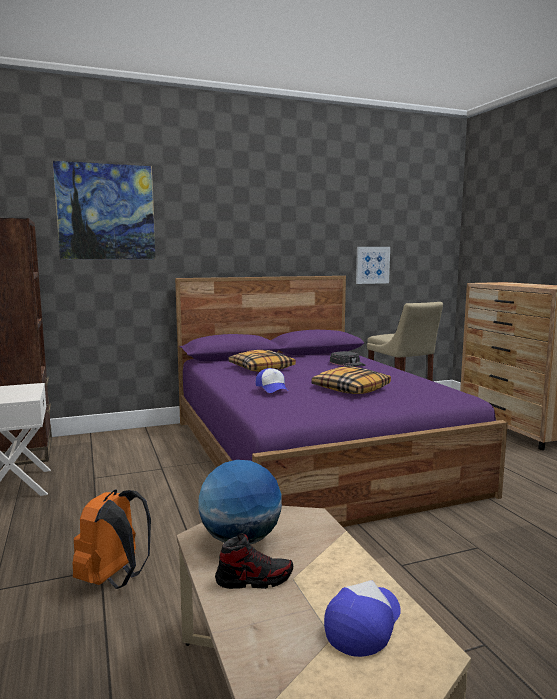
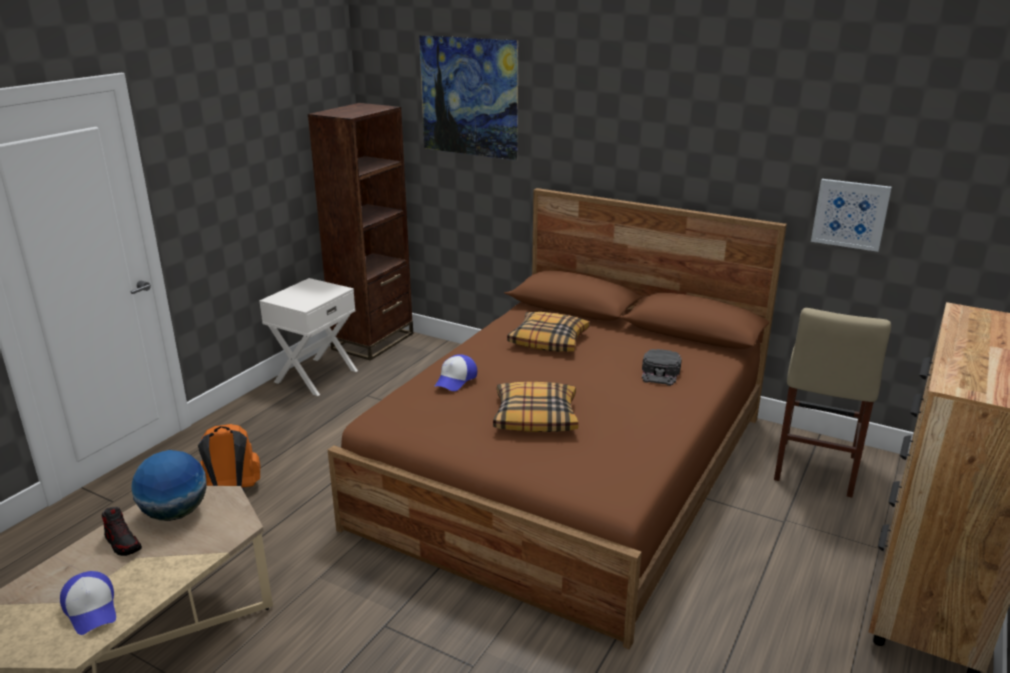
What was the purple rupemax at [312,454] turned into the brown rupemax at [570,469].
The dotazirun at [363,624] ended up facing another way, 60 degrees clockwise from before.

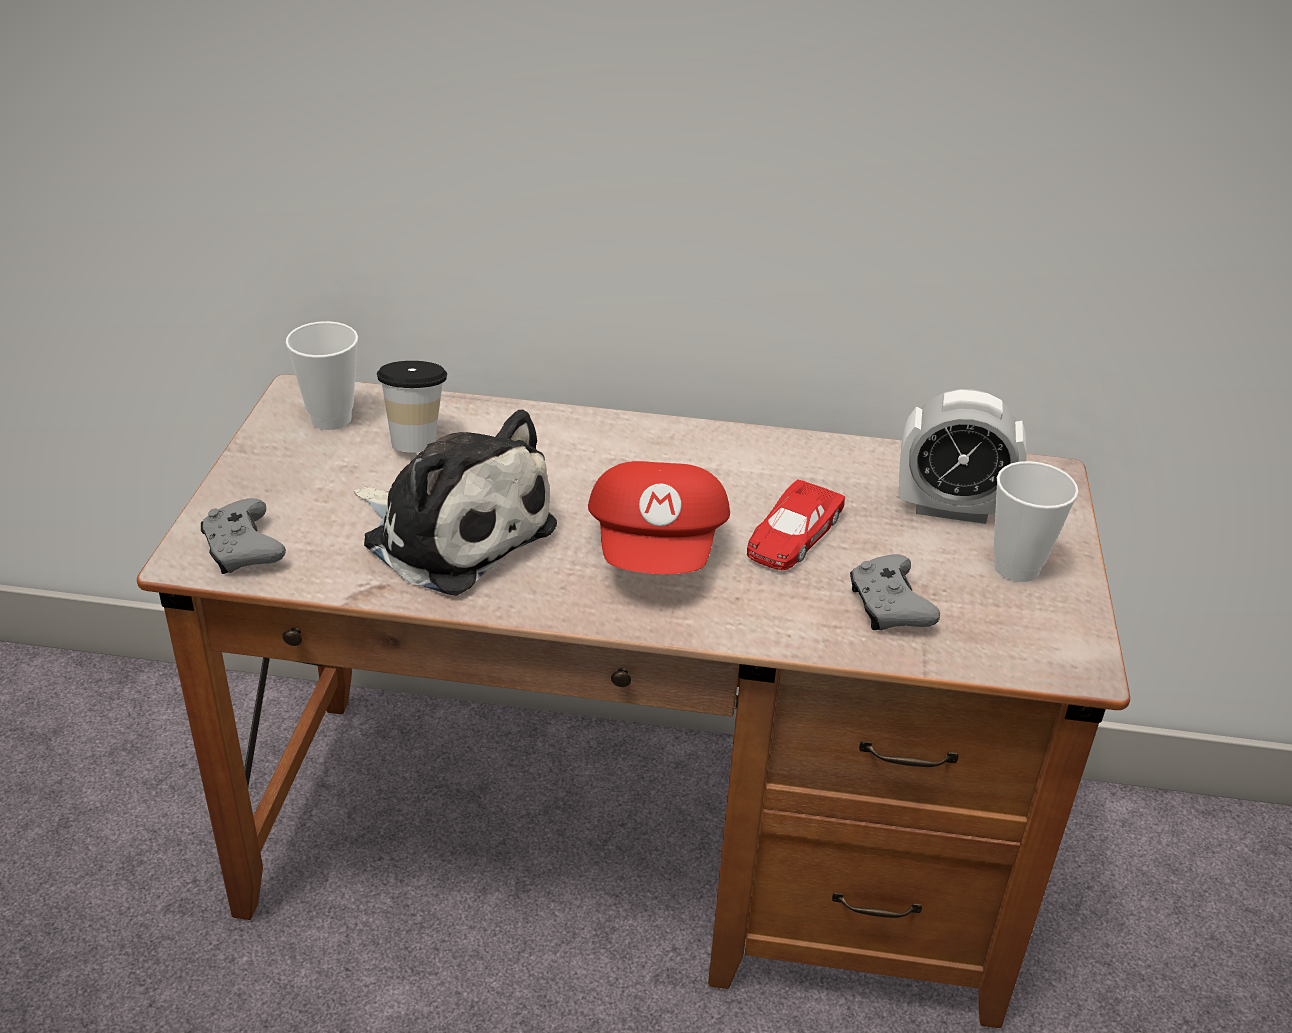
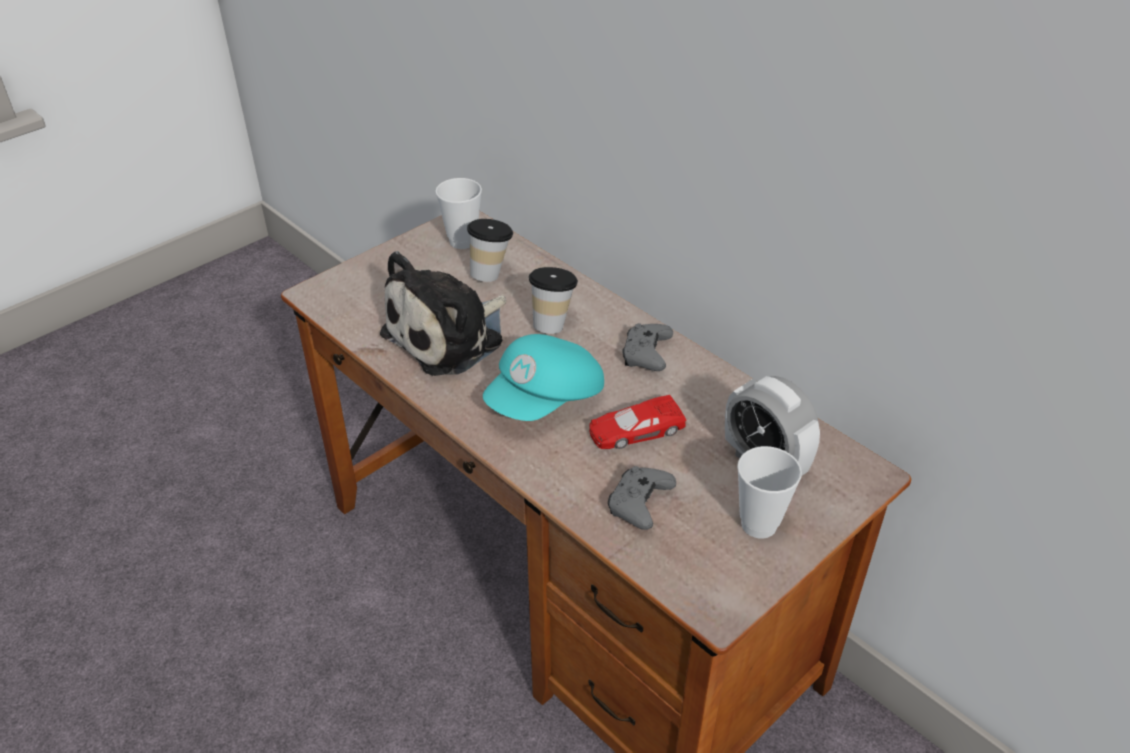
The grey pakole ended up elsewhere, having gone from [243,550] to [646,355].
The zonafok at [453,532] ended up facing another way, 60 degrees clockwise from before.
What was the red dotazirun at [659,550] turned into the turquoise dotazirun at [546,400].
The second view gained the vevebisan at [552,323].

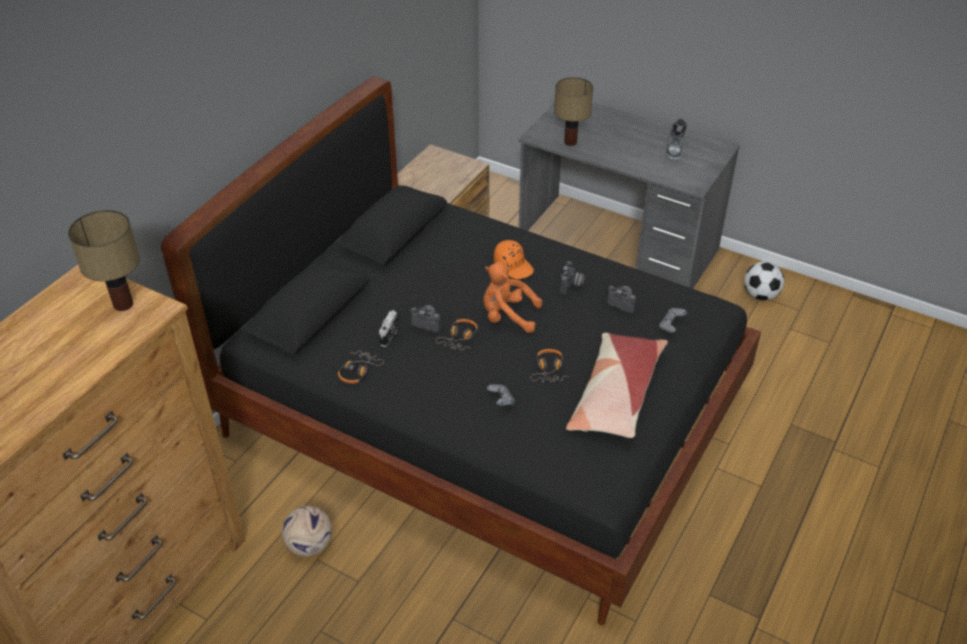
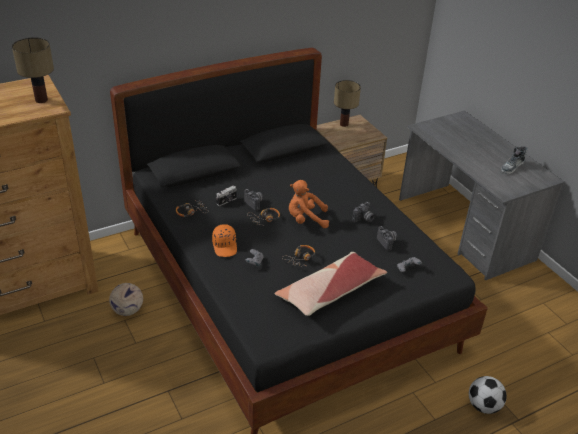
The orange zonafok at [507,316] ended up facing another way, 45 degrees counterclockwise from before.
The orange dotazirun ended up elsewhere, having gone from [513,266] to [225,246].
The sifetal ended up elsewhere, having gone from [570,142] to [344,124].
The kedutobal ended up elsewhere, having gone from [760,295] to [483,406].

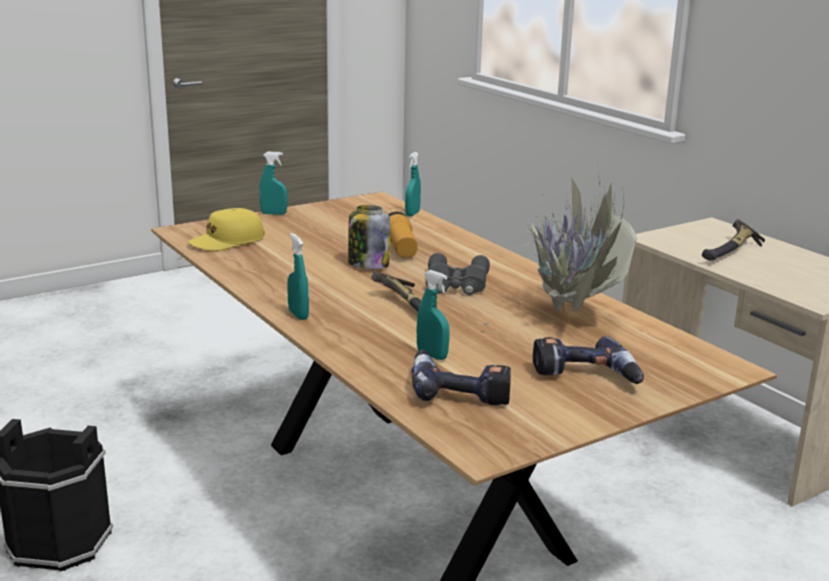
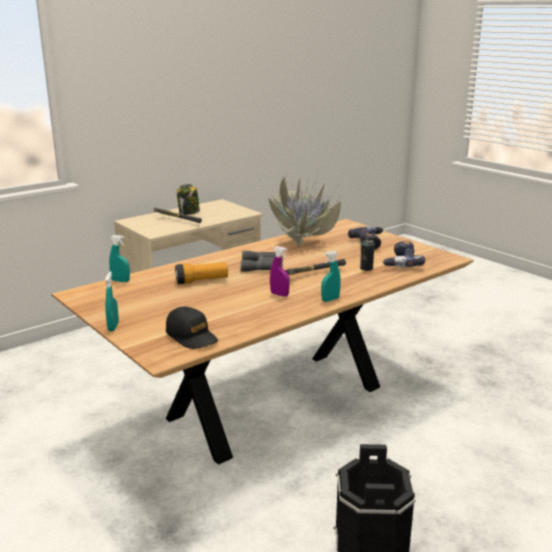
What was the yellow dotazirun at [227,242] turned into the black dotazirun at [191,336].
The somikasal ended up elsewhere, having gone from [368,264] to [189,212].
Where the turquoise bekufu stood at [432,355], the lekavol came to stand at [366,268].
The second view gained the purple bekufu at [279,294].

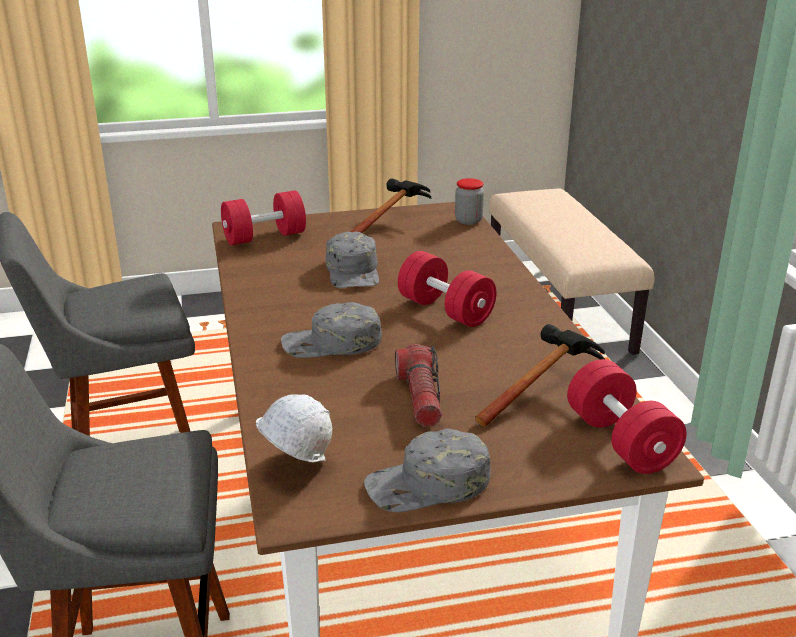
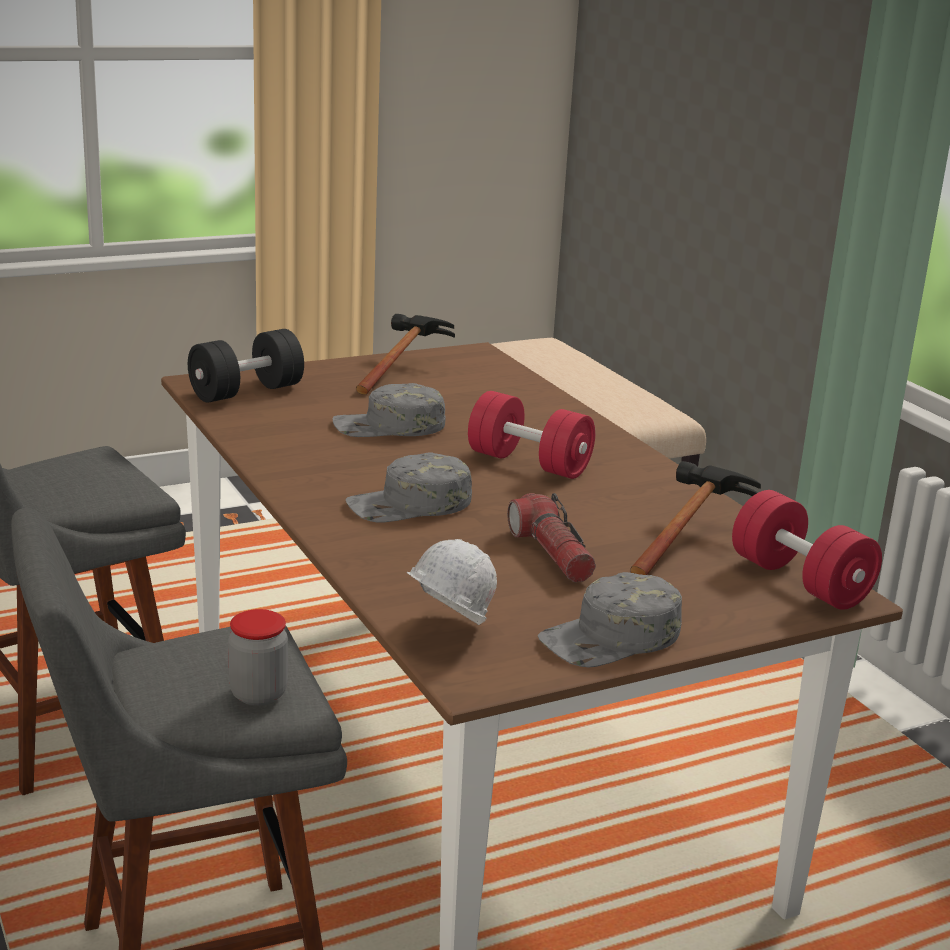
What was the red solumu at [264,237] turned into the black solumu at [246,392].
The grey dotazirun at [353,271] ended up facing another way, 105 degrees clockwise from before.
The somikasal ended up elsewhere, having gone from [468,220] to [258,694].

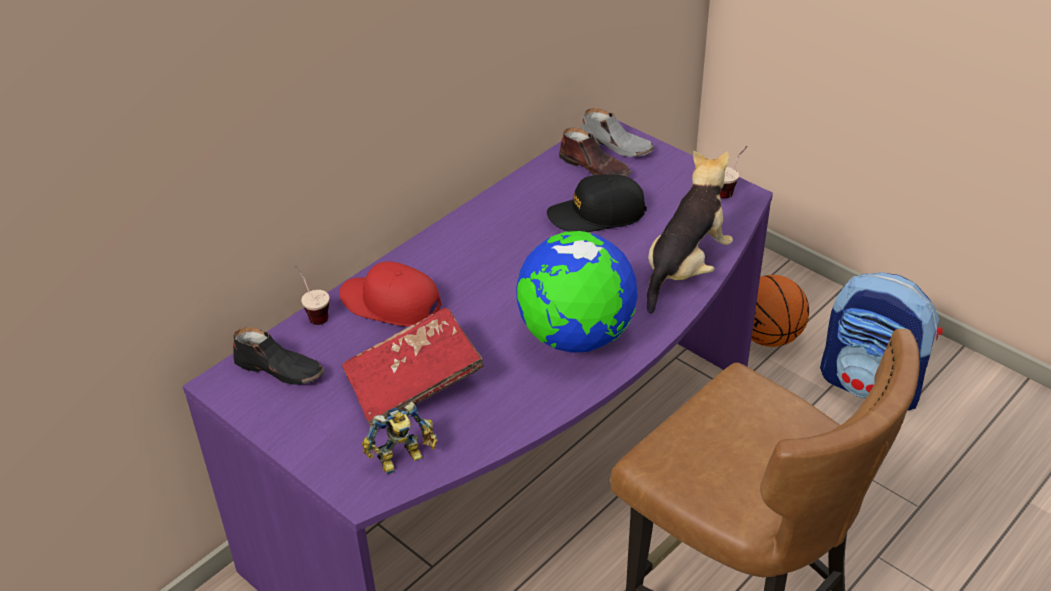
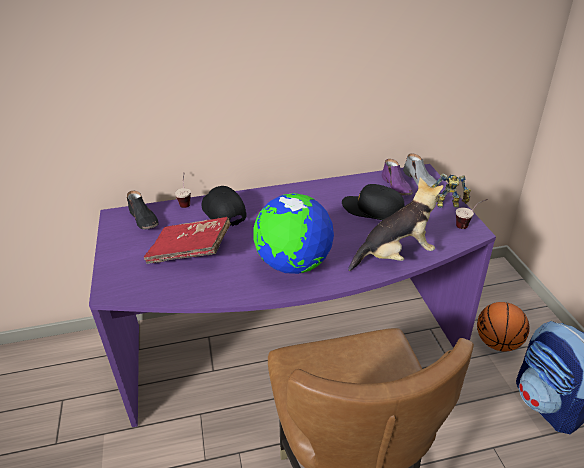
What was the red dotazirun at [391,304] turned into the black dotazirun at [223,211].
The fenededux ended up elsewhere, having gone from [403,460] to [448,205].
What was the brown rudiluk at [595,167] turned into the purple rudiluk at [397,187].

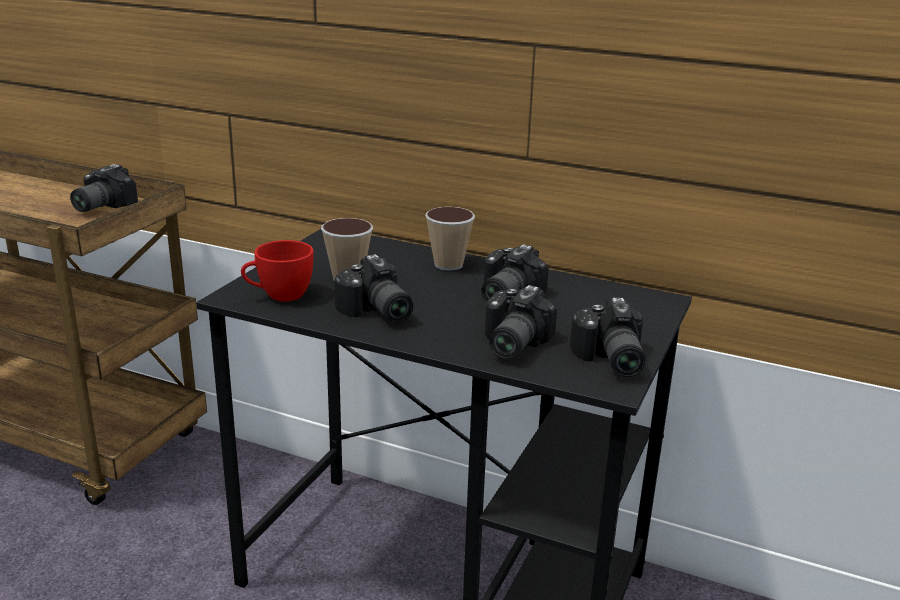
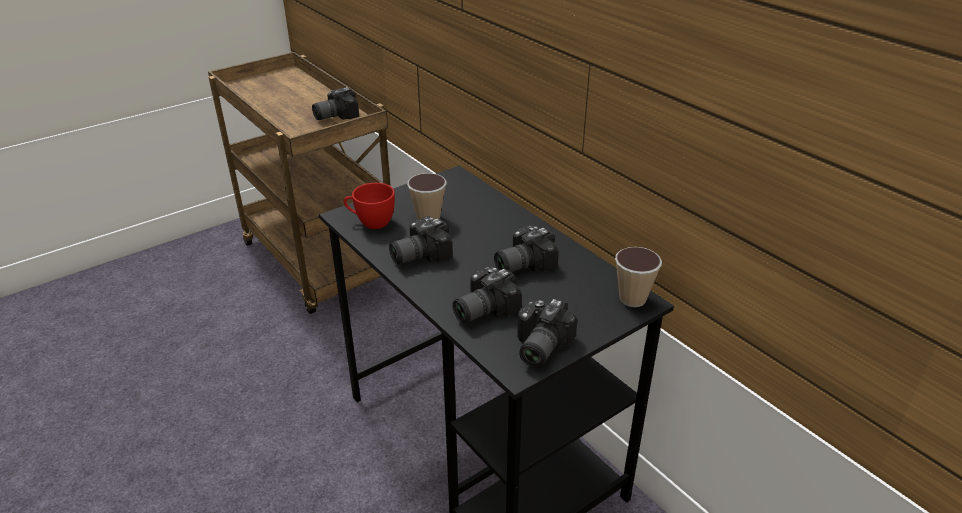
The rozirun at [375,313] ended up facing another way, 60 degrees clockwise from before.
The vevebisan ended up elsewhere, having gone from [448,265] to [632,299].

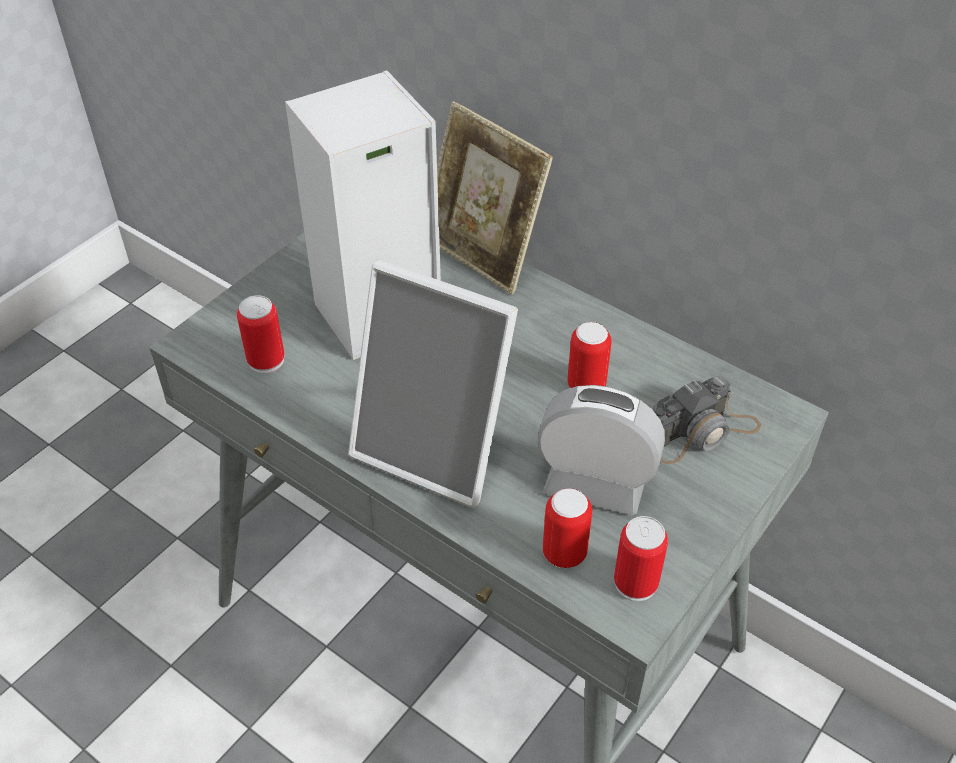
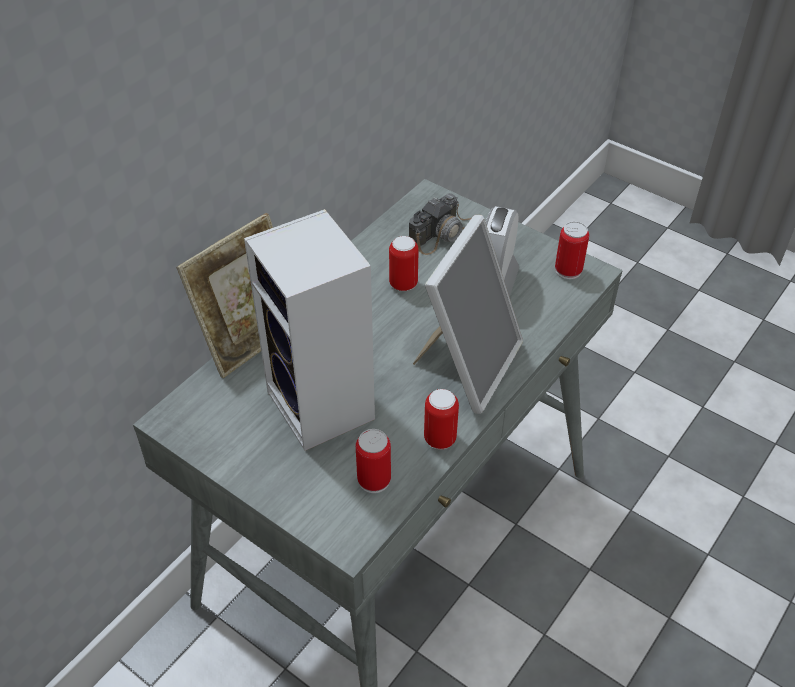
The lekavol ended up elsewhere, having gone from [564,553] to [440,438].
The rozirun at [701,432] ended up facing another way, 75 degrees clockwise from before.

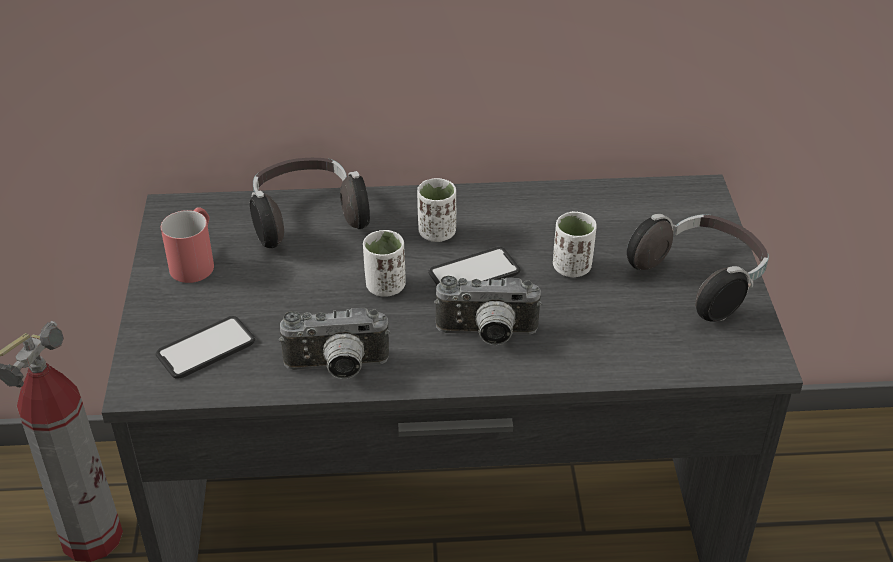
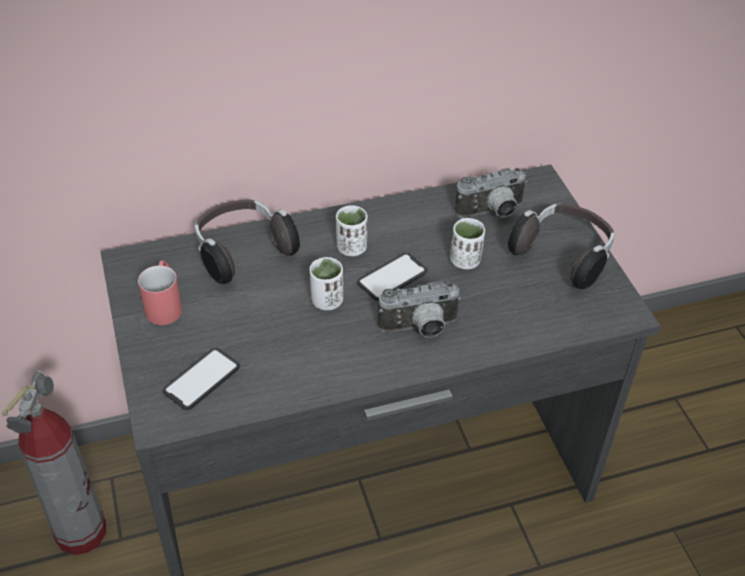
The rozirun ended up elsewhere, having gone from [337,369] to [492,213].

